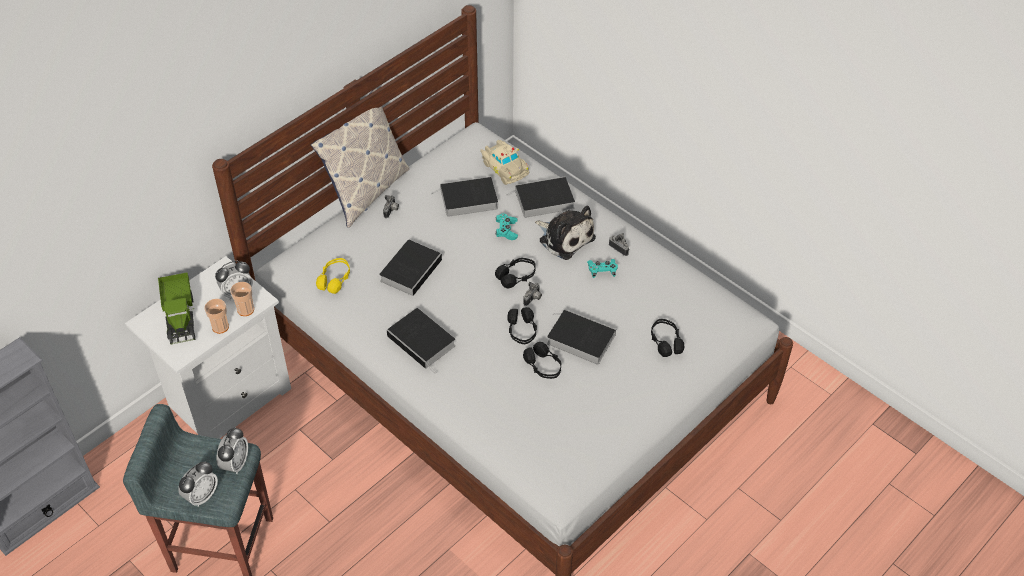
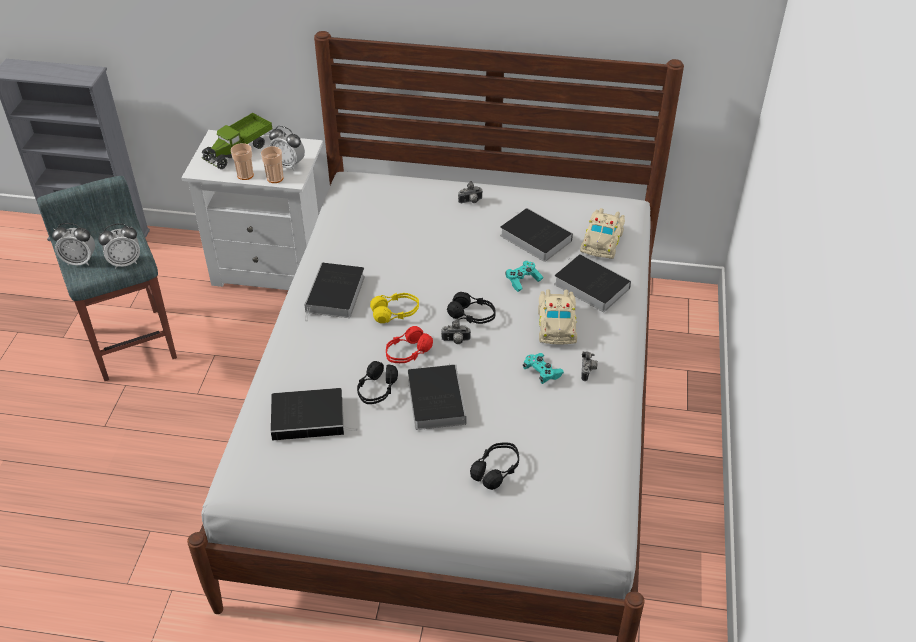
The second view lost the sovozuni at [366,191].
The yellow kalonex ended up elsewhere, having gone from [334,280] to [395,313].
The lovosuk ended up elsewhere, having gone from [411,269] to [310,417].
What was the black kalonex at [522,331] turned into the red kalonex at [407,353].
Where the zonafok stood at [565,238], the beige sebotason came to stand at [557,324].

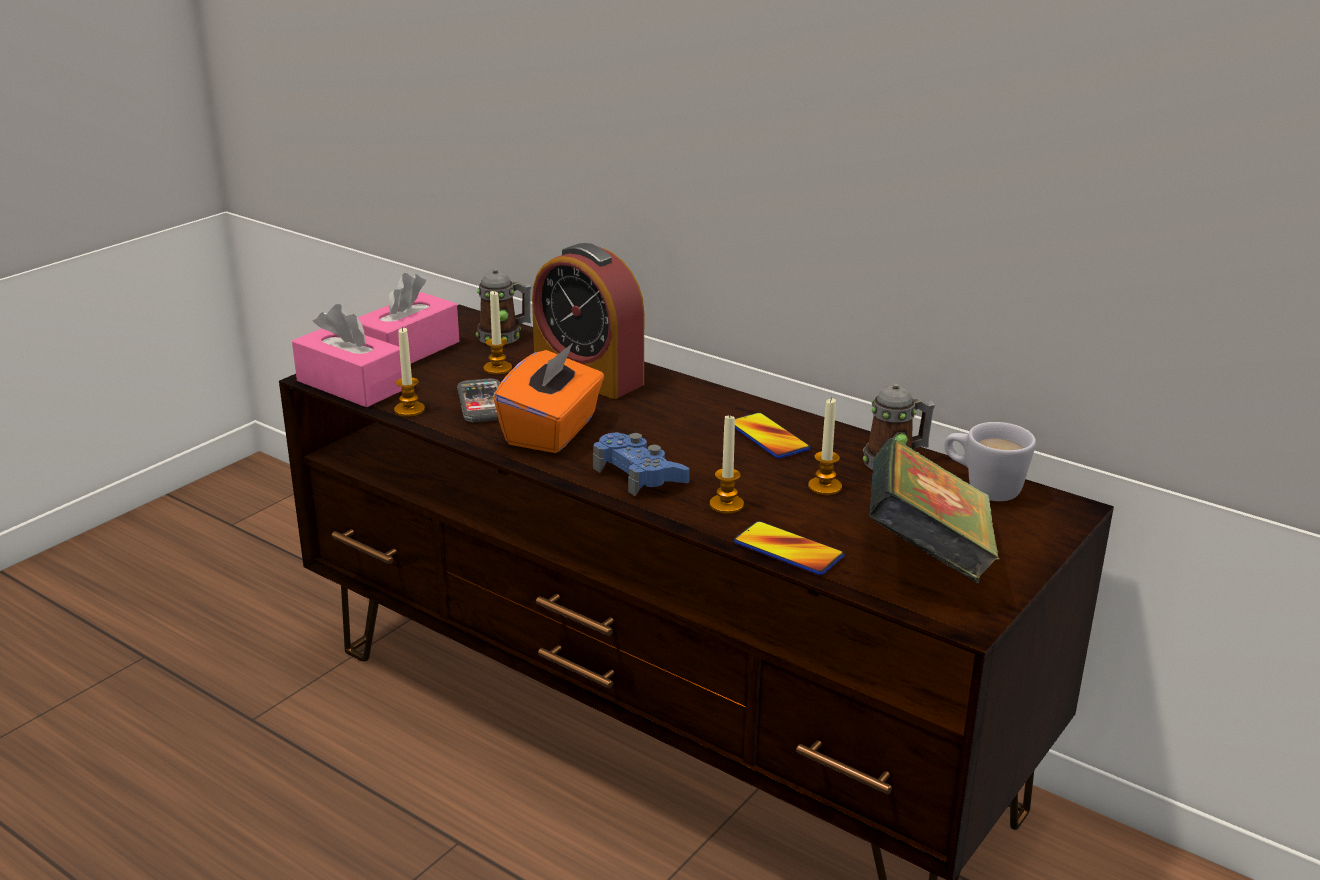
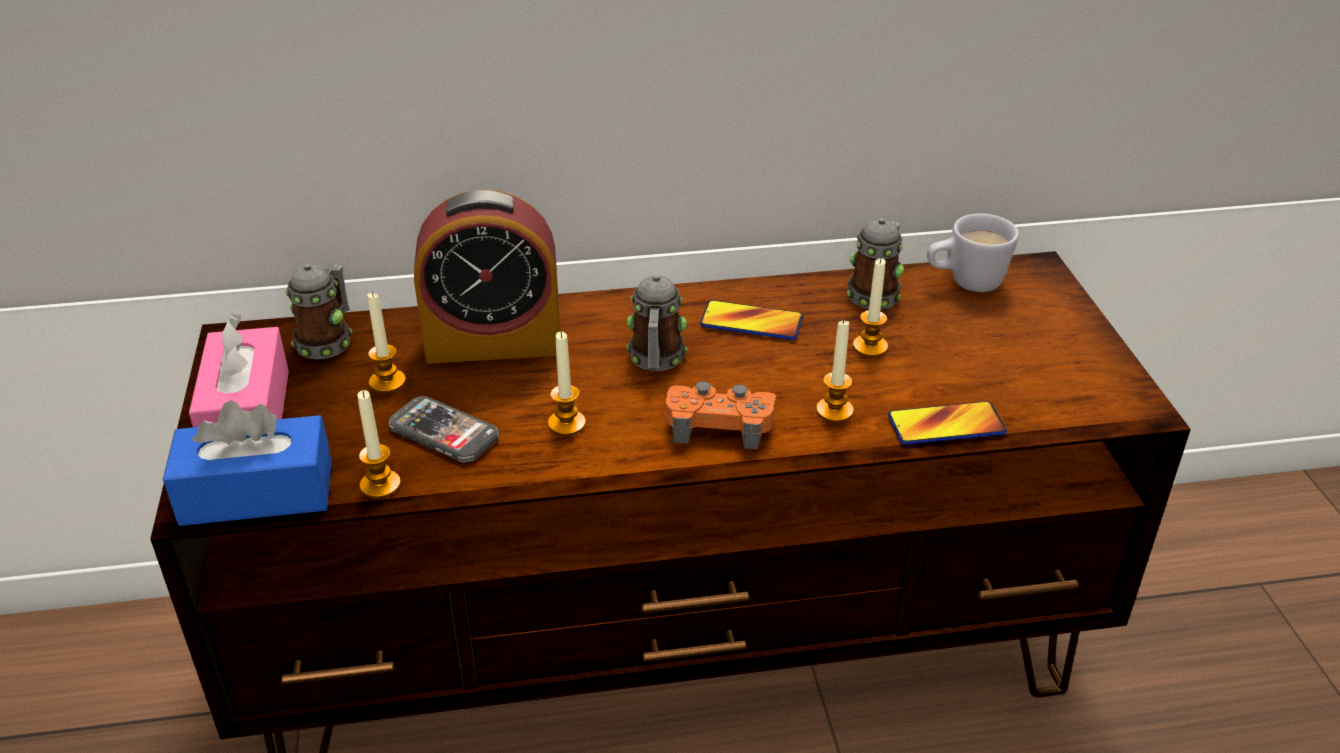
What was the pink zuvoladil at [351,385] turned into the blue zuvoladil at [257,493].
Where the orange zuvoladil stood at [552,431], the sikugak came to stand at [566,424].
What was the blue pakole at [639,474] turned into the orange pakole at [719,424].
The second view lost the lovosuk at [926,557].
The second view gained the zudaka at [656,360].

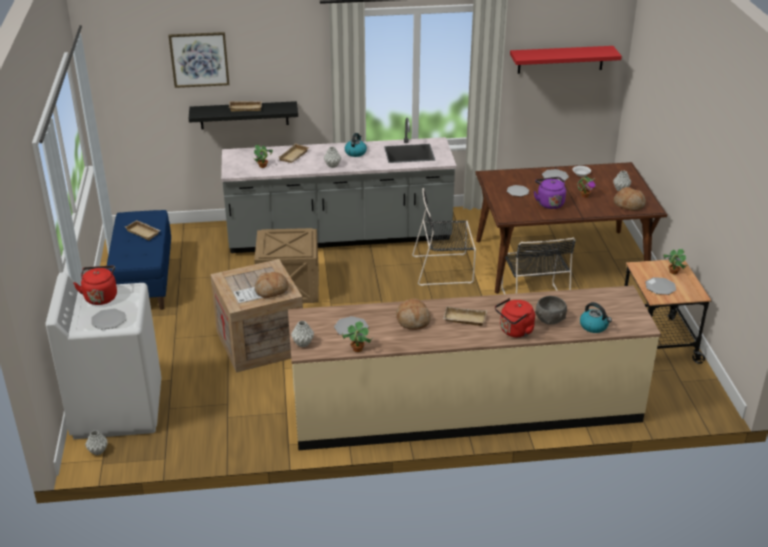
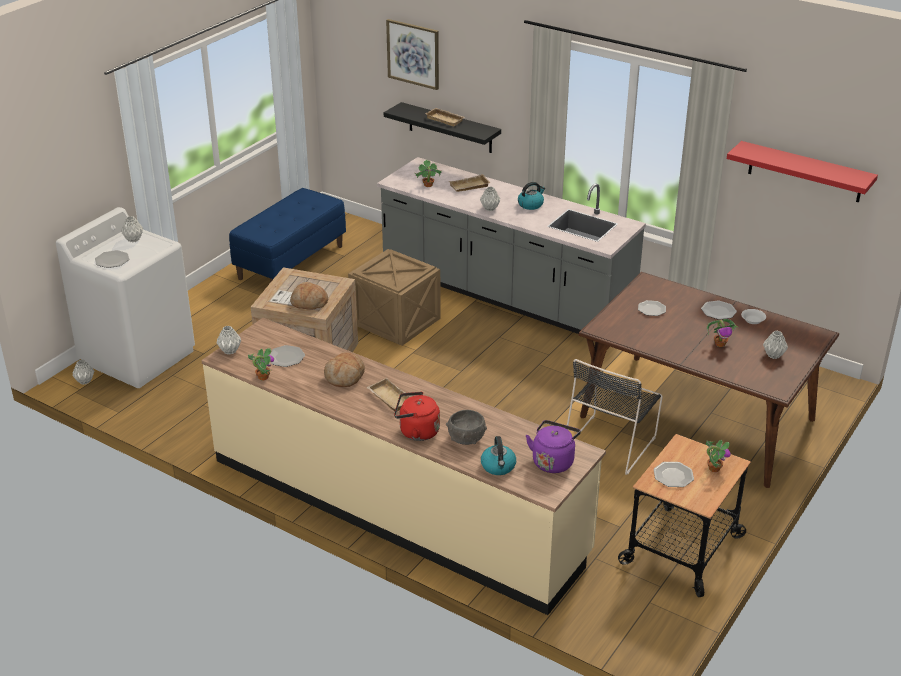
Where the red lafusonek stood at [100,296], the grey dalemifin came to stand at [134,240].
The second view lost the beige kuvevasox at [144,232].
The second view lost the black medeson at [445,269].
The purple lafusonek ended up elsewhere, having gone from [549,203] to [553,461].
The second view lost the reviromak at [629,205].

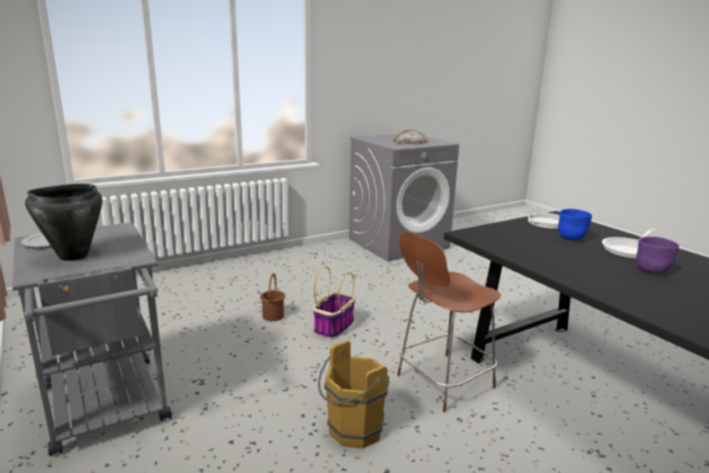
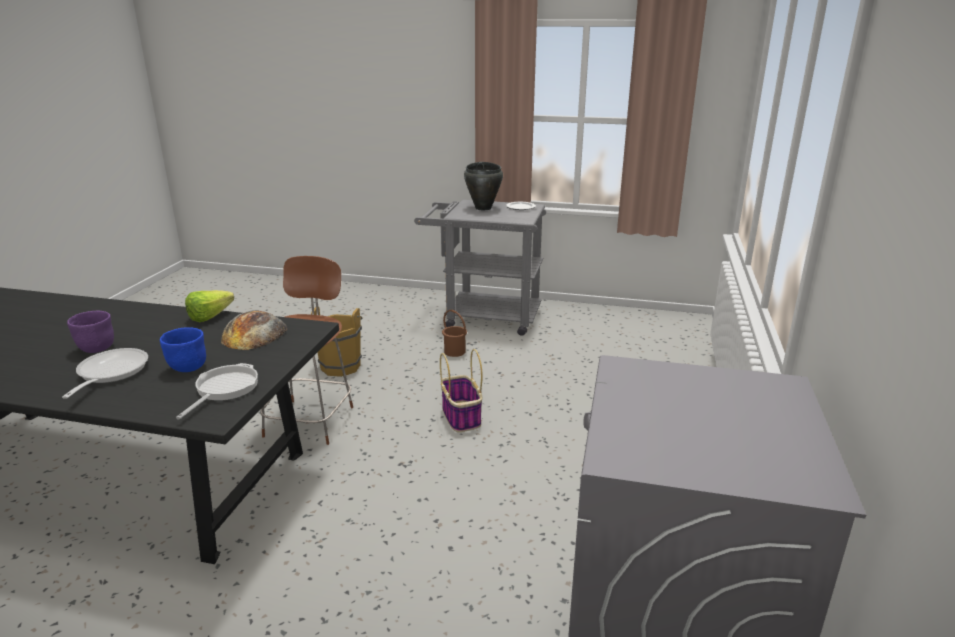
The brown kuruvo ended up elsewhere, having gone from [272,316] to [455,351].
The reviromak ended up elsewhere, having gone from [410,141] to [254,333].
The second view gained the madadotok at [214,316].

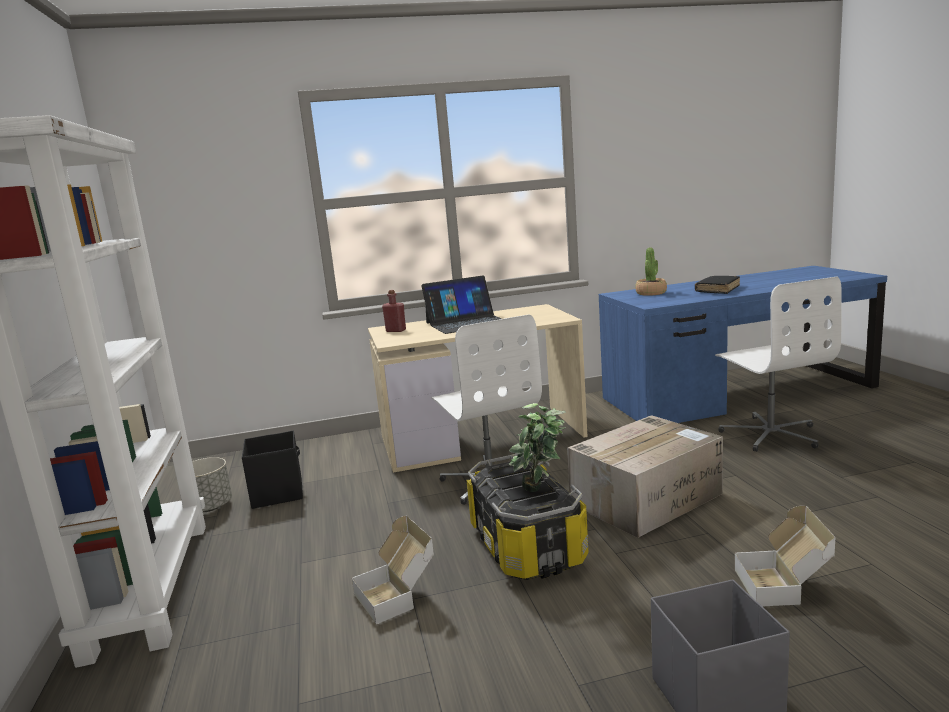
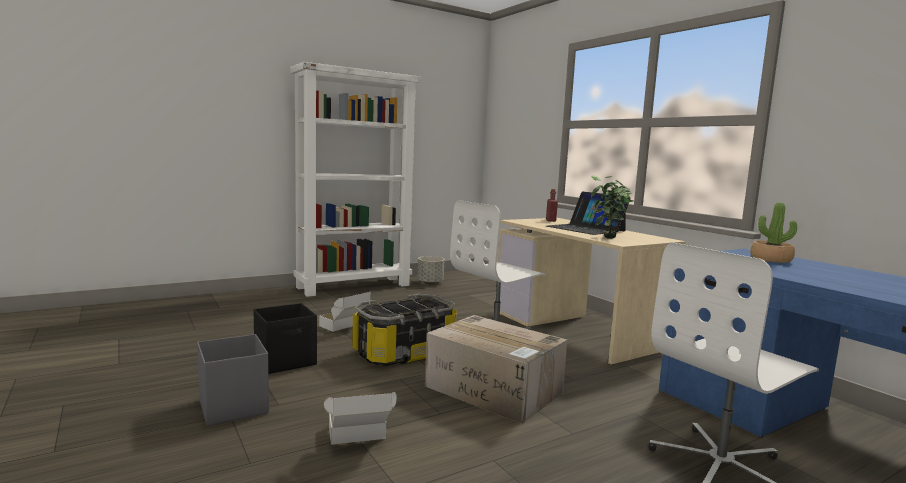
The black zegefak ended up elsewhere, having gone from [278,493] to [286,361].
The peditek ended up elsewhere, having gone from [541,492] to [607,239].
The second view lost the black lovosuk at [717,290].

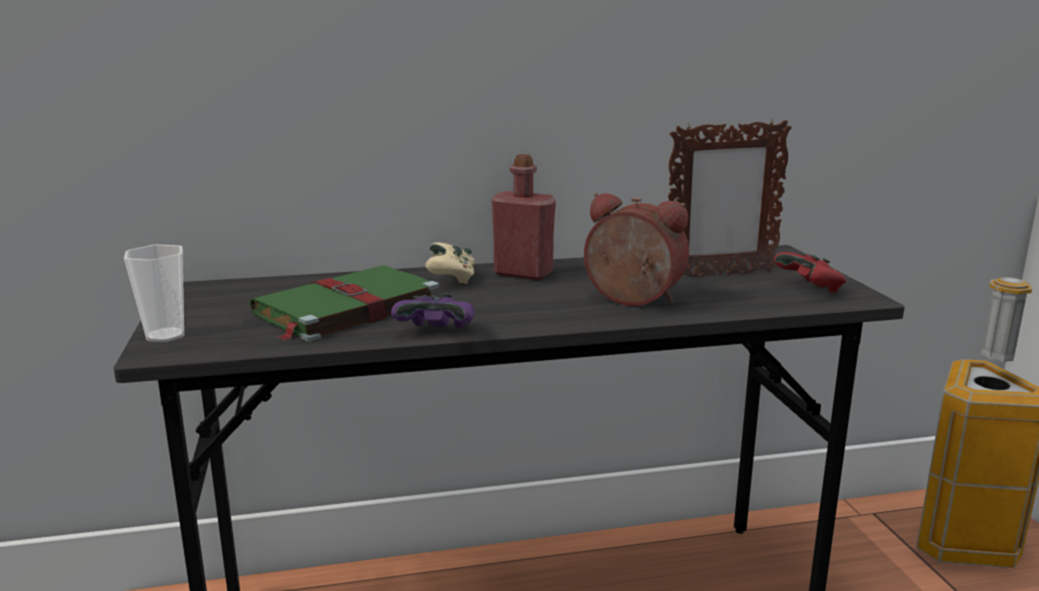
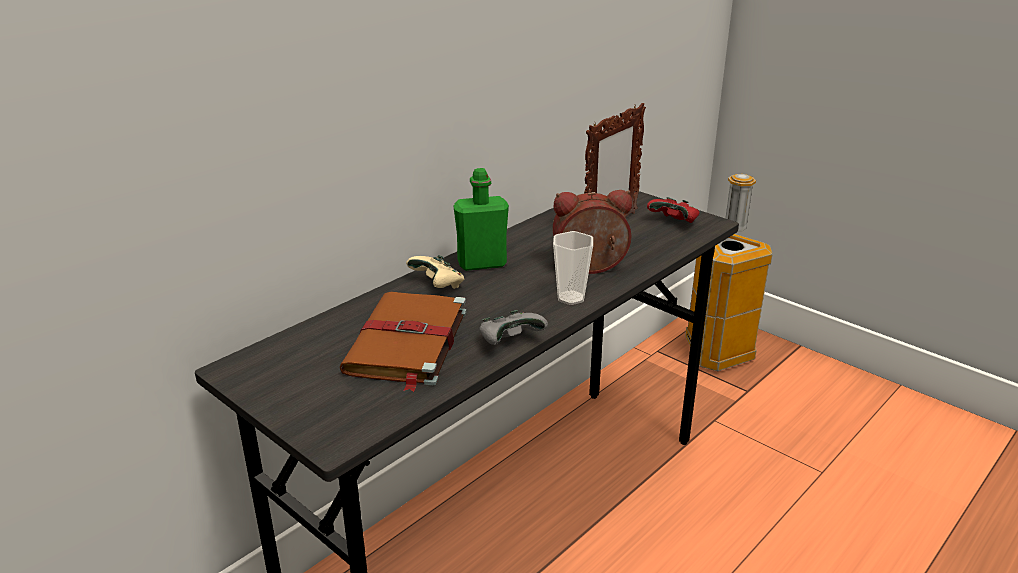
The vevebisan ended up elsewhere, having gone from [165,335] to [571,298].
What was the green lovosuk at [344,308] turned into the brown lovosuk at [407,343].
What was the purple pakole at [437,332] turned into the grey pakole at [510,342].
What was the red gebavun at [523,273] turned into the green gebavun at [482,263].

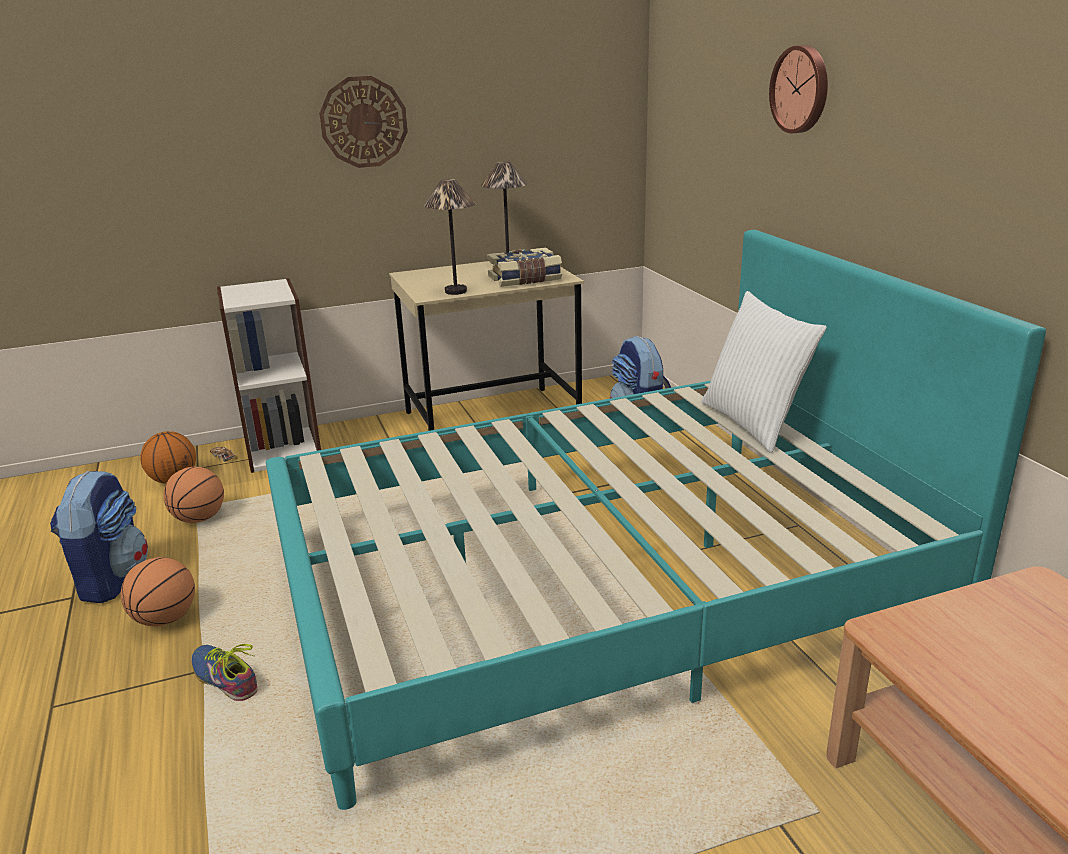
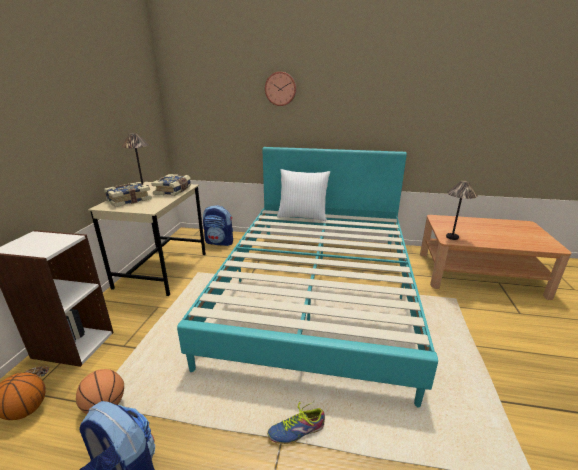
The second view lost the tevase at [165,619].
The second view lost the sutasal at [364,122].
The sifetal ended up elsewhere, having gone from [456,291] to [452,237].
The second view gained the lovosuk at [128,200].

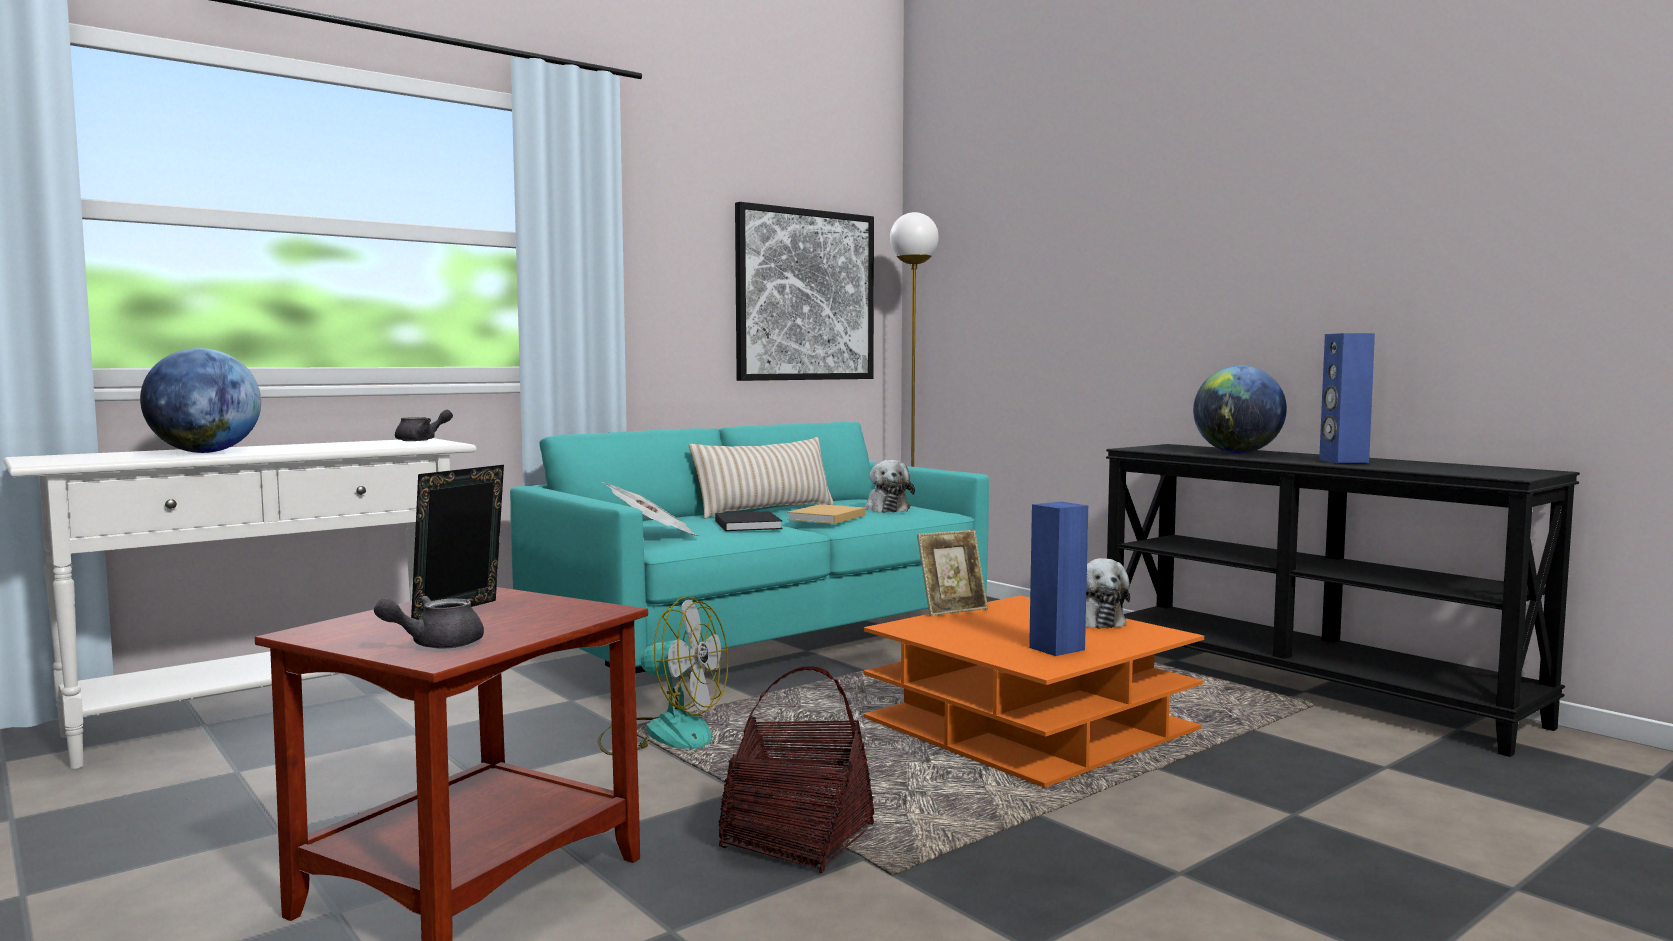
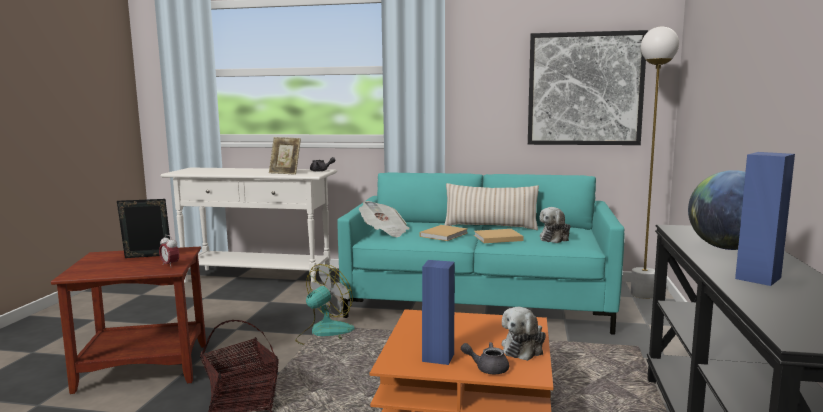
The second view lost the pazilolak at [205,452].
The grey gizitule ended up elsewhere, having gone from [436,644] to [487,368].
The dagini at [662,734] ended up facing another way, 120 degrees counterclockwise from before.
What was the black lovosuk at [747,524] turned into the beige lovosuk at [444,234].
The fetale ended up elsewhere, having gone from [952,610] to [285,173].
The second view gained the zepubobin at [170,265].

